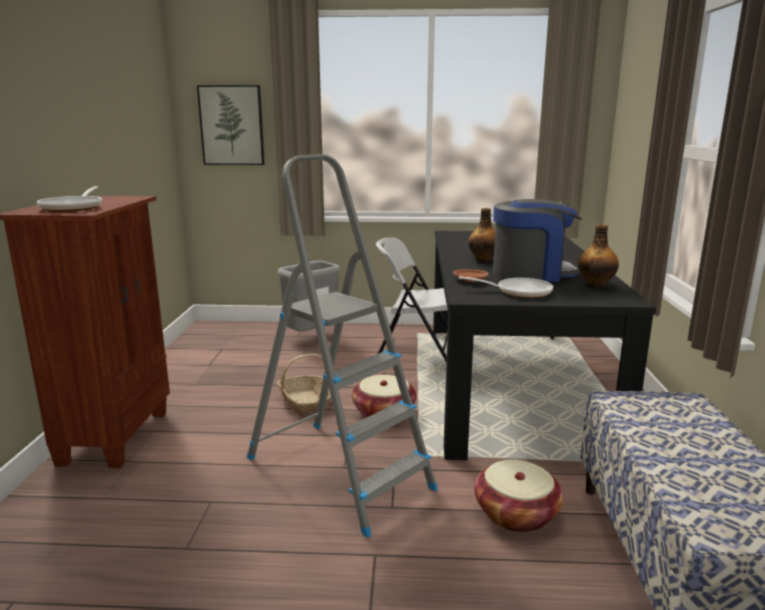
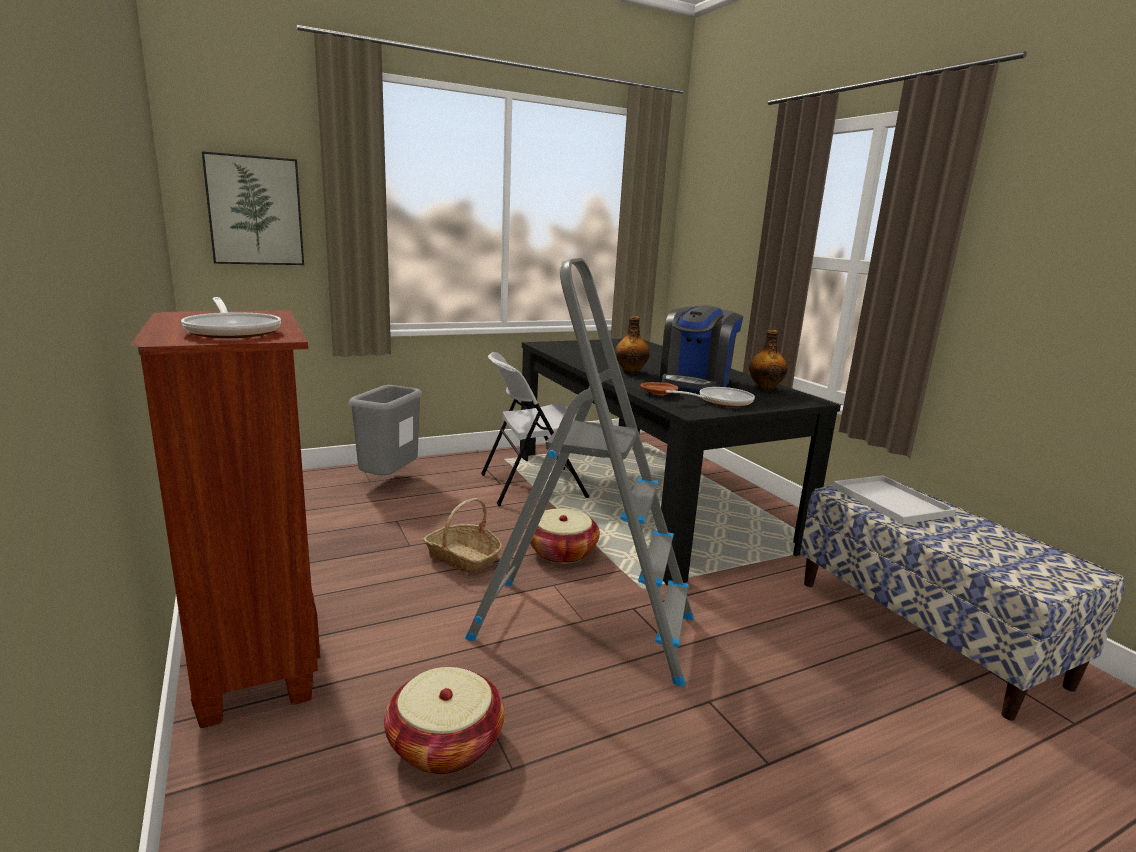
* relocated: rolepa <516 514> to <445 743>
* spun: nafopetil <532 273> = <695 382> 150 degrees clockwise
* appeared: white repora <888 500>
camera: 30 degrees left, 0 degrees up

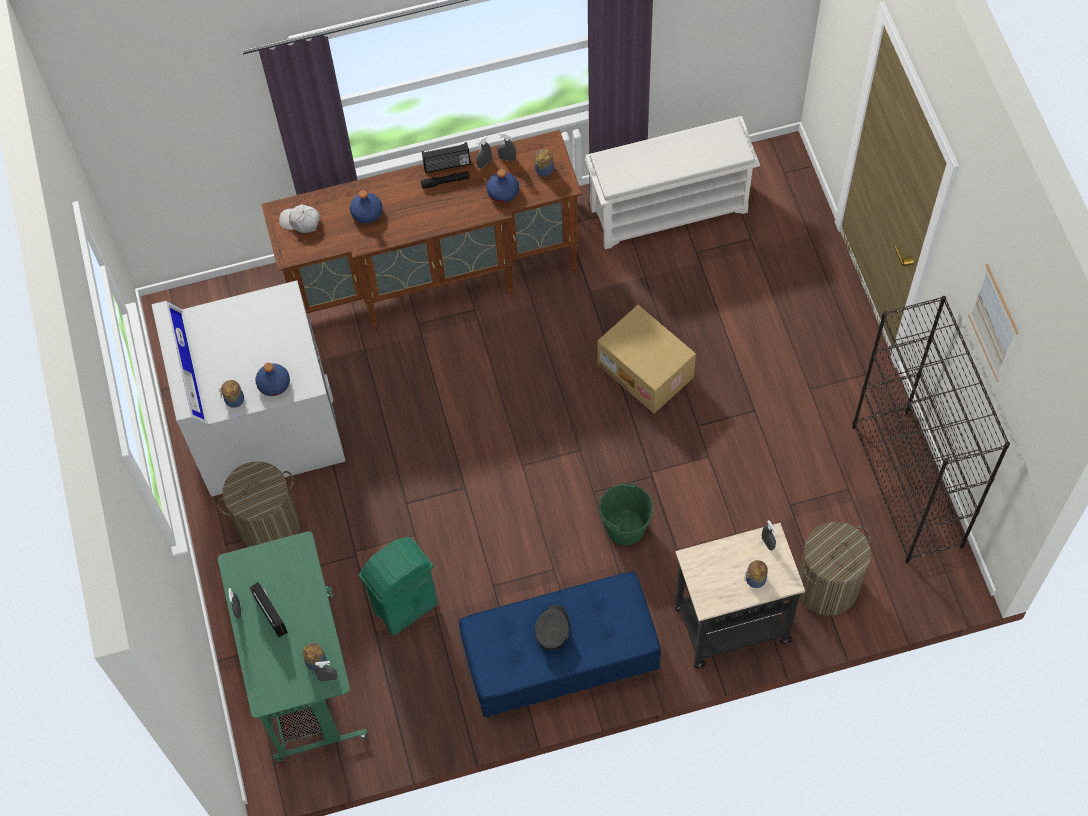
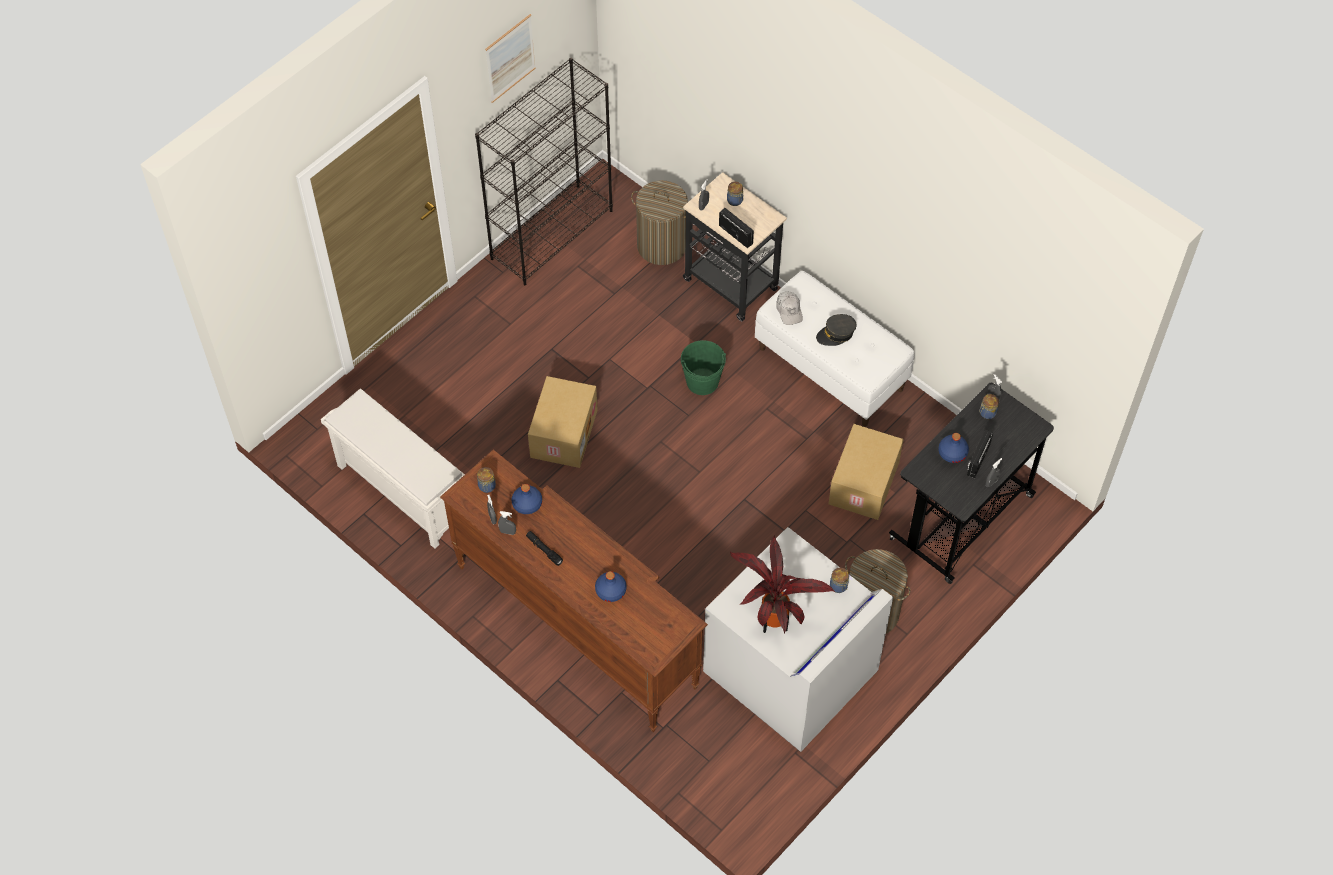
* relocated: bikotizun <447 165> to <736 234>
* appeared: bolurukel <775 618>
* colour: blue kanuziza <560 662> to white kanuziza <831 368>
* relocated: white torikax <301 221> to <789 310>
* exchanged: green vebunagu <405 608> to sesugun <865 484>
* colour: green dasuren <304 675> to black dasuren <961 518>
* relocated: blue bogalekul <274 383> to <952 452>
camera: 125 degrees left, 5 degrees down

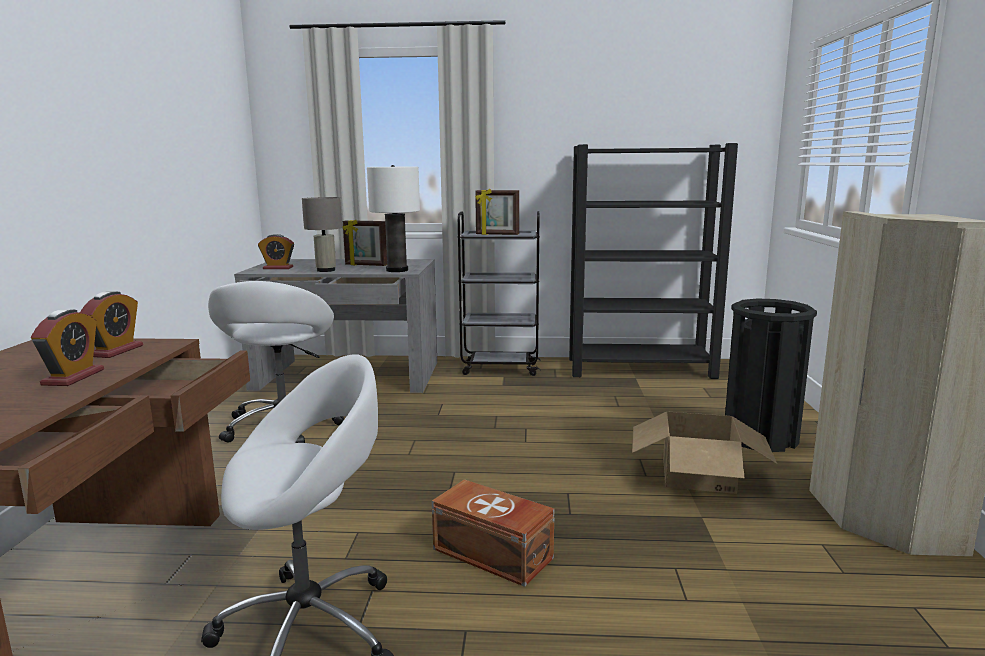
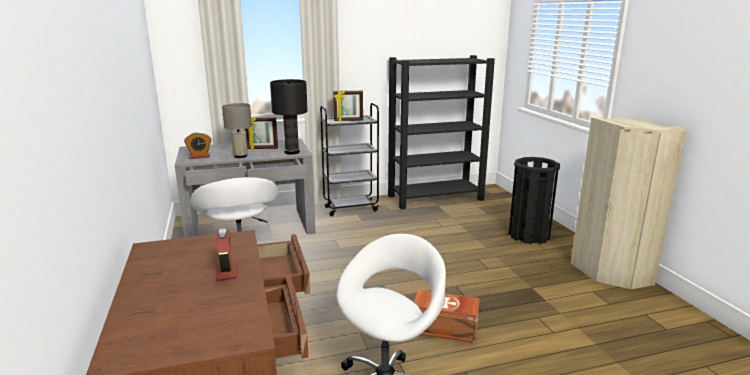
* colour: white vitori <397 270> to black vitori <292 152>
* missing: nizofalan <116 351>
* missing: sesugun <697 474>
camera: 20 degrees left, 5 degrees up

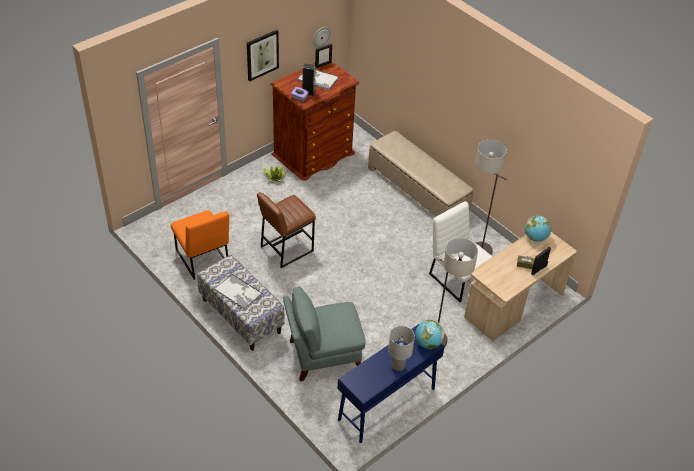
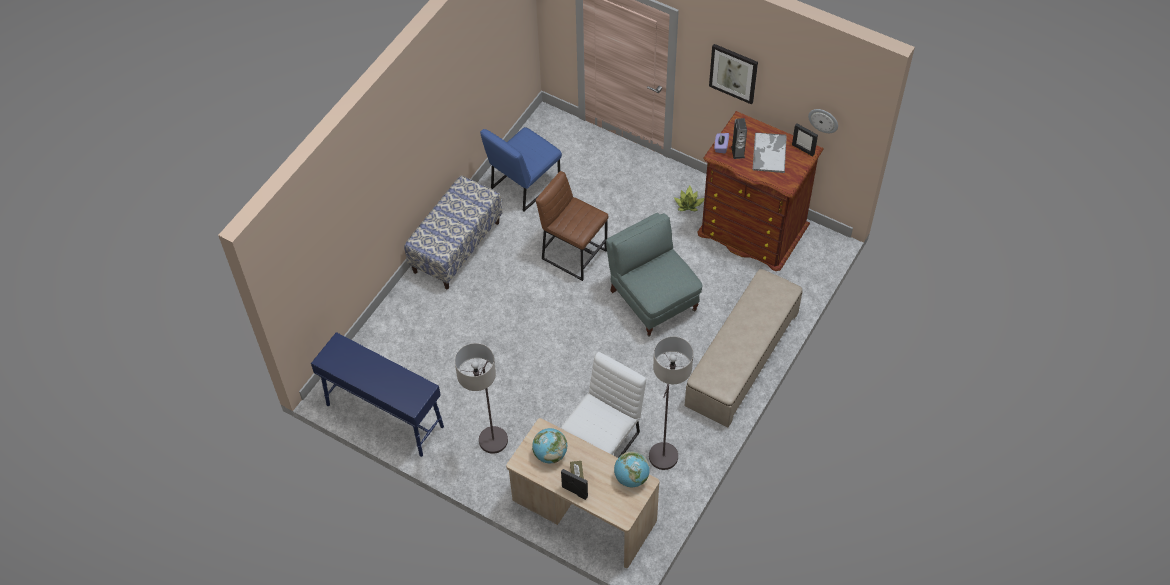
* colour: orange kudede <202 259> to blue kudede <524 184>
* relocated: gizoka <428 343> to <550 454>
* relocated: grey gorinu <323 355> to <653 300>
* missing: repora <238 292>
* missing: grey vitori <397 366>
camera: 75 degrees right, 10 degrees up

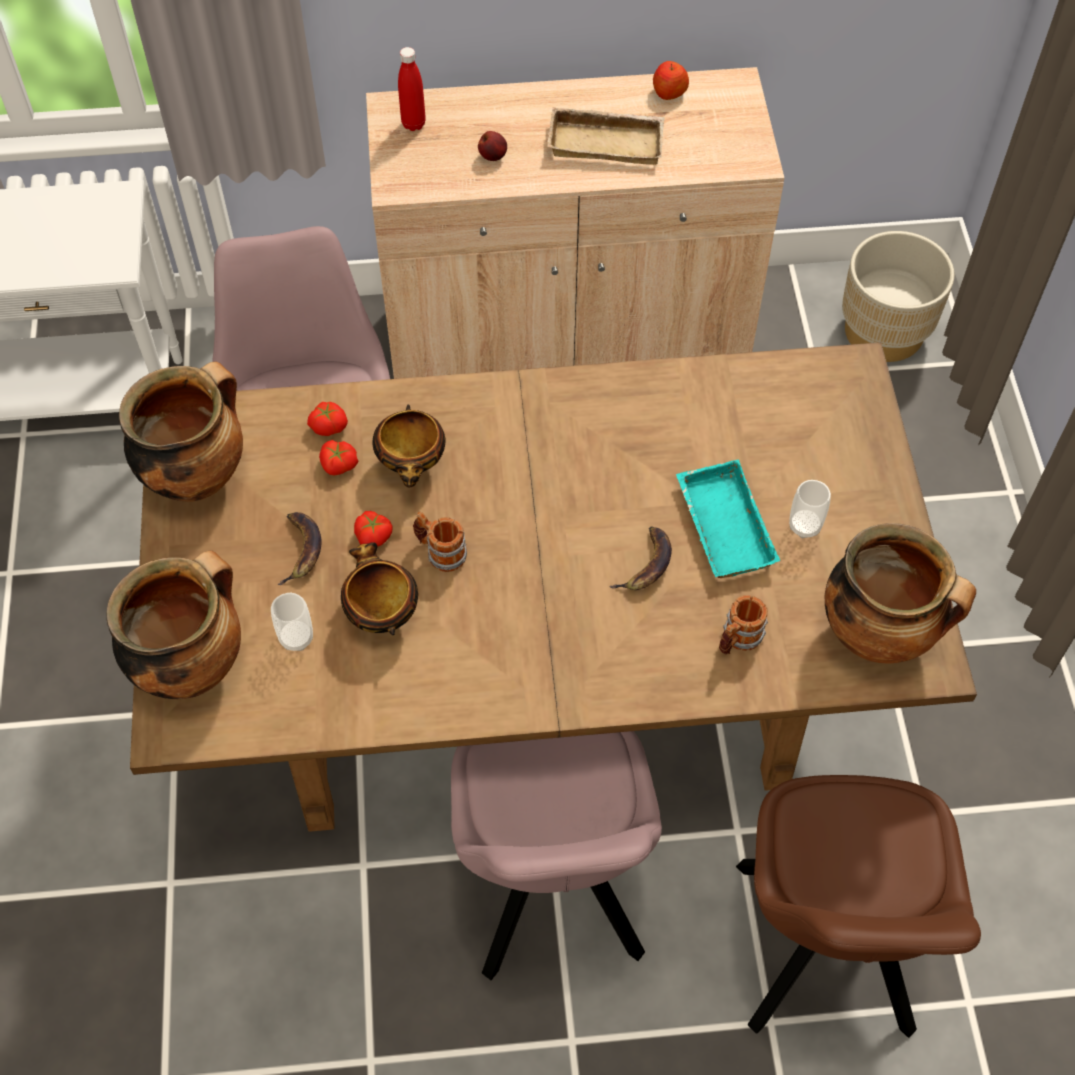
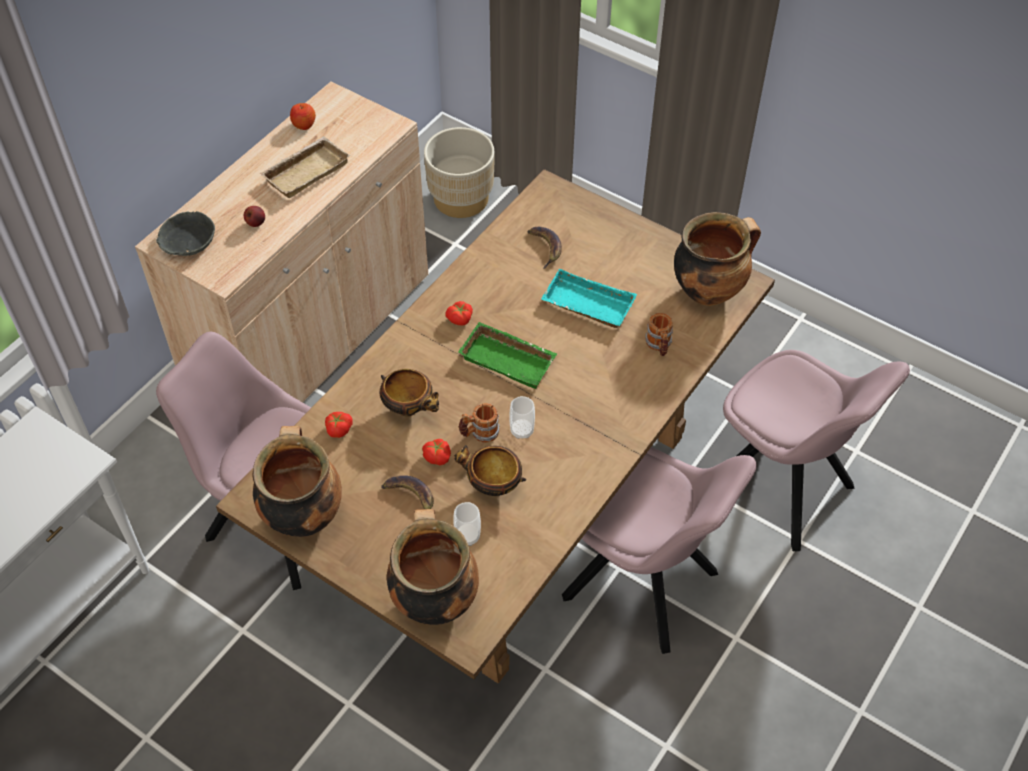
* exchanged: red bogalekul <413 124> to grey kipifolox <187 241>
* relocated: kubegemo <338 465> to <460 319>
* appeared: green repora <509 359>
* relocated: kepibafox <804 526> to <522 430>
* relocated: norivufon <646 565> to <546 247>
* colour: brown kudede <825 948> to pink kudede <780 488>
camera: 50 degrees left, 5 degrees down

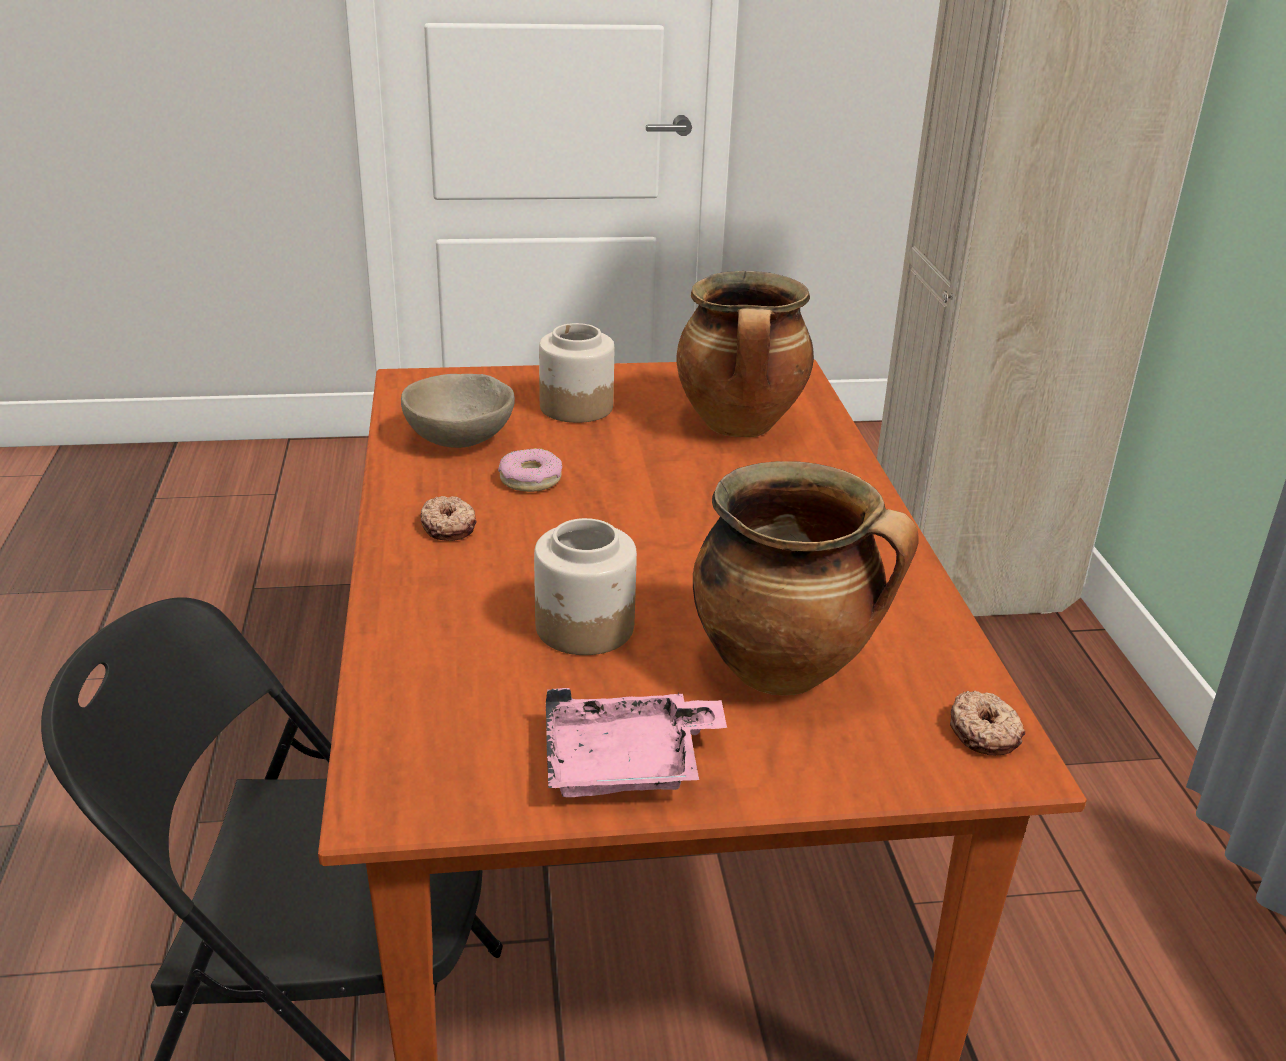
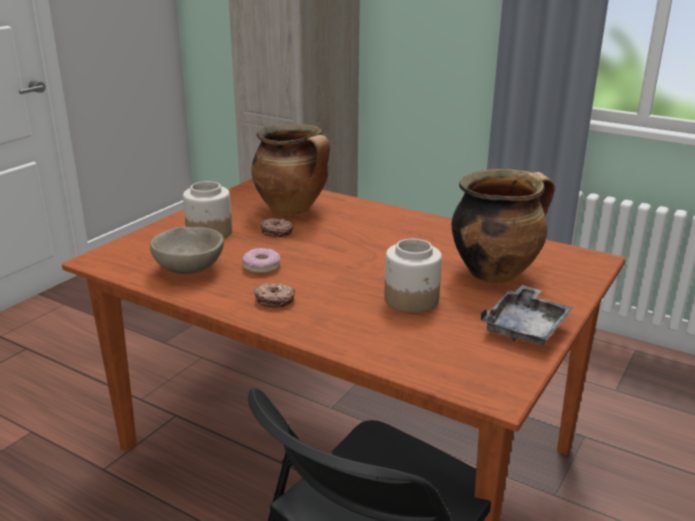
* relocated: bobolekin <984 732> to <276 232>
* colour: pink repora <627 764> to grey repora <526 327>
camera: 50 degrees left, 5 degrees down

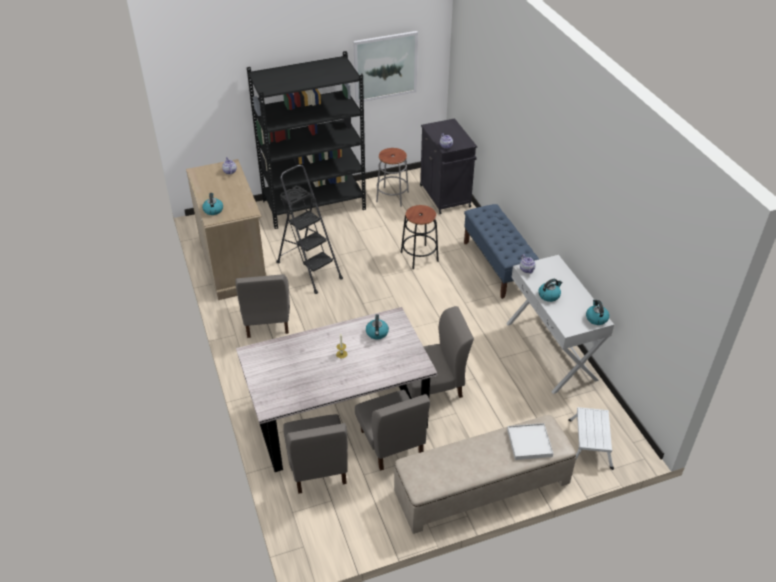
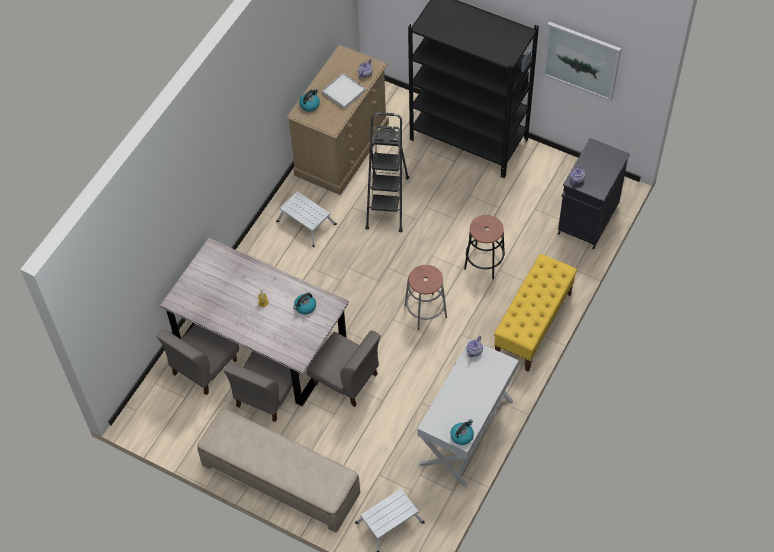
* exchanged: grey kudede <267 320> to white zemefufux <306 222>
* relocated: white repora <529 443> to <344 92>
* relocated: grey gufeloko <392 197> to <425 311>
* colour: blue kanuziza <497 266> to yellow kanuziza <533 325>
* missing: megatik <549 295>
camera: 50 degrees right, 15 degrees up

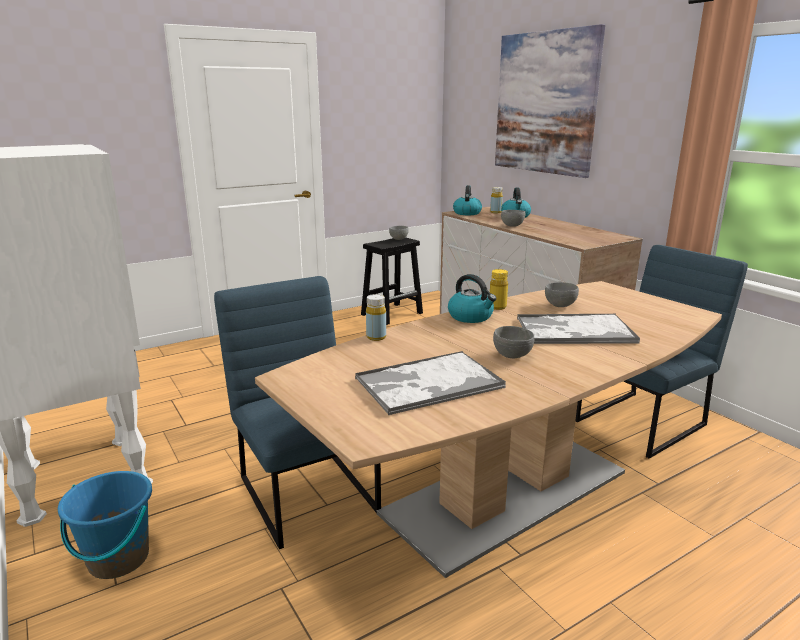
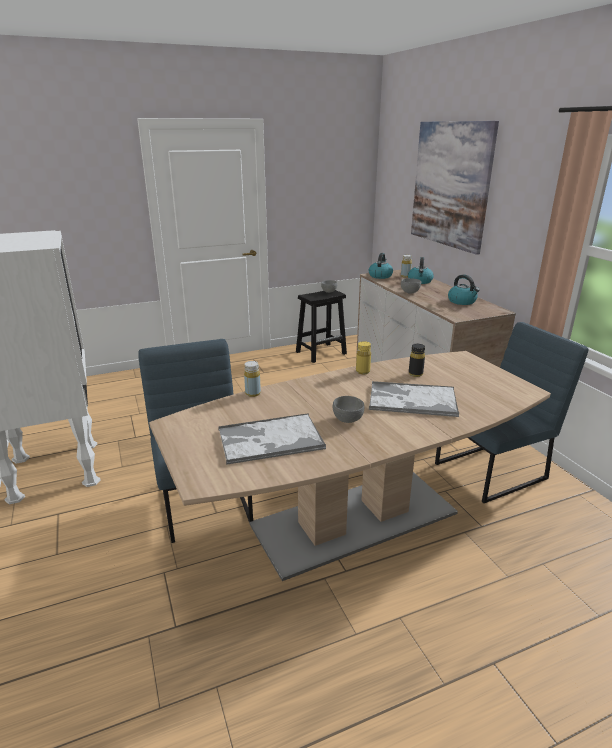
* exchanged: grey kipifolox <560 305> to black bogalekul <415 374>
* relocated: megatik <471 317> to <462 301>
* missing: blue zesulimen <118 559>
camera: 10 degrees right, 5 degrees up

